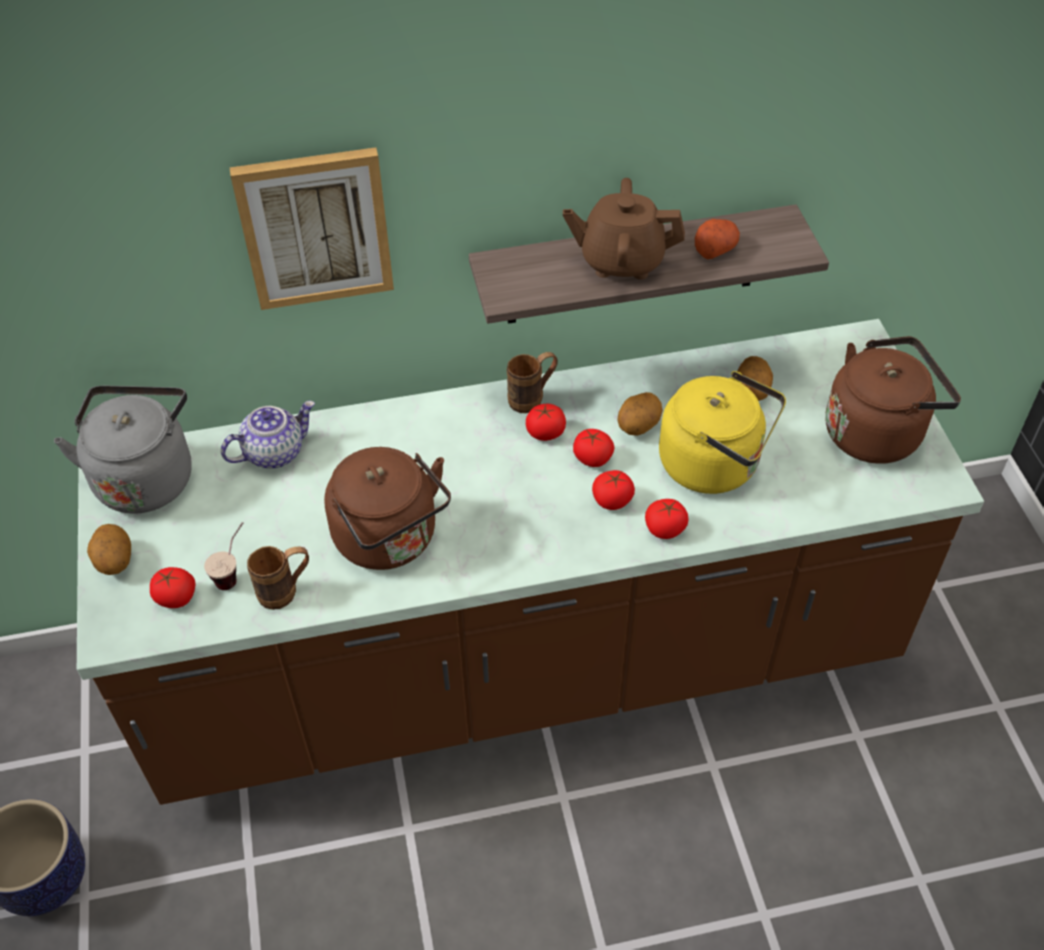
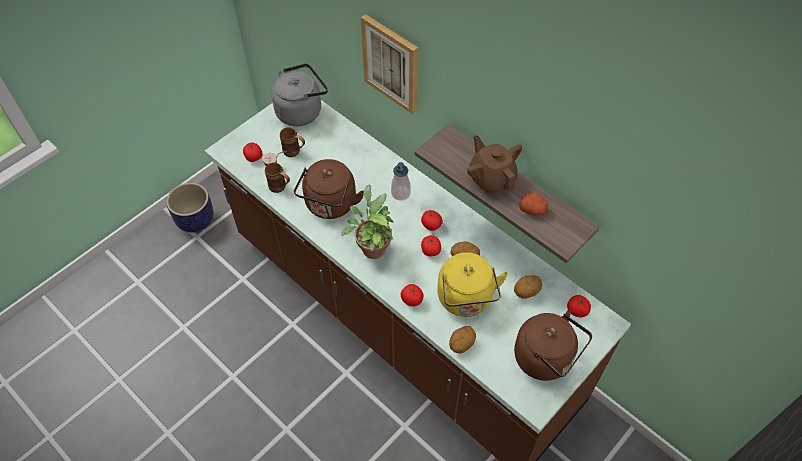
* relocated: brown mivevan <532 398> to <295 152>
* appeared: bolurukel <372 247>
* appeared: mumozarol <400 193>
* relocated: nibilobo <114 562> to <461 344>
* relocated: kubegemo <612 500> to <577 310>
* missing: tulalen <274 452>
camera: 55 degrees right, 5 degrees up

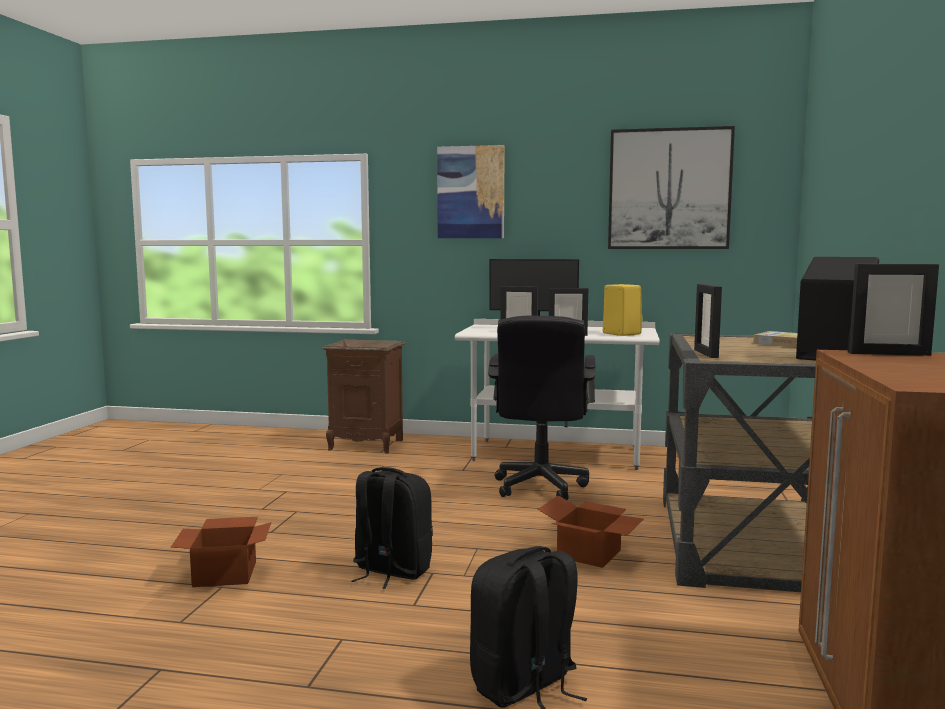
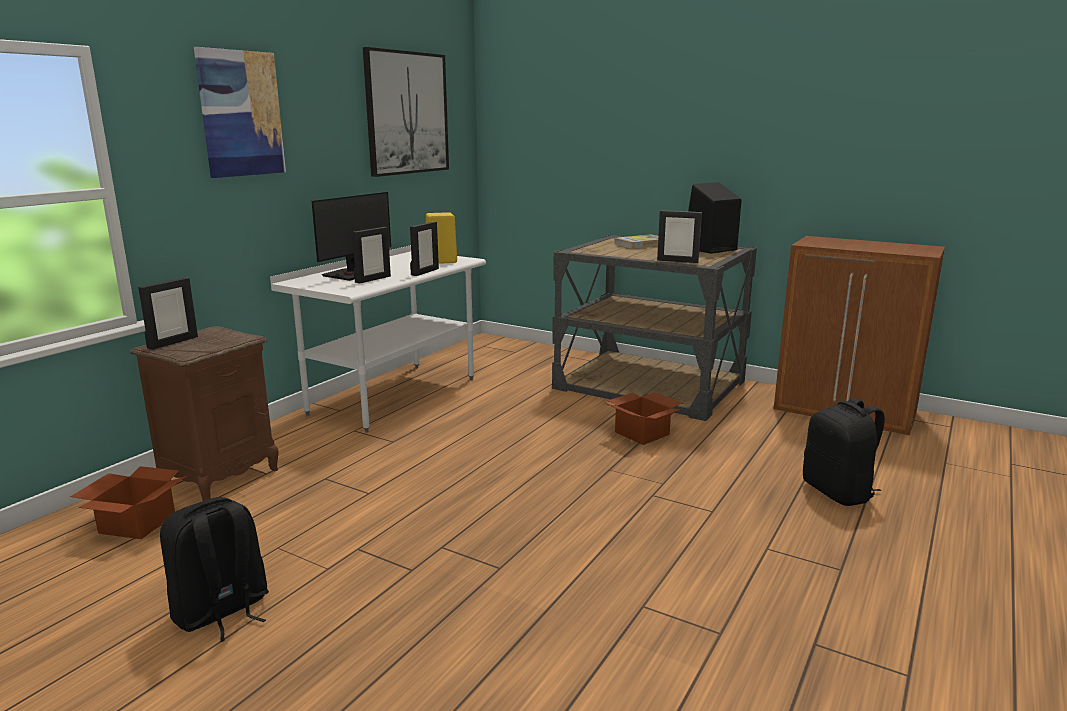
* relocated: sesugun <226 573> to <136 522>
* relocated: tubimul <888 353> to <173 342>
* relocated: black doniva <391 571> to <221 611>
* missing: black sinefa <540 489>
camera: 70 degrees left, 10 degrees up

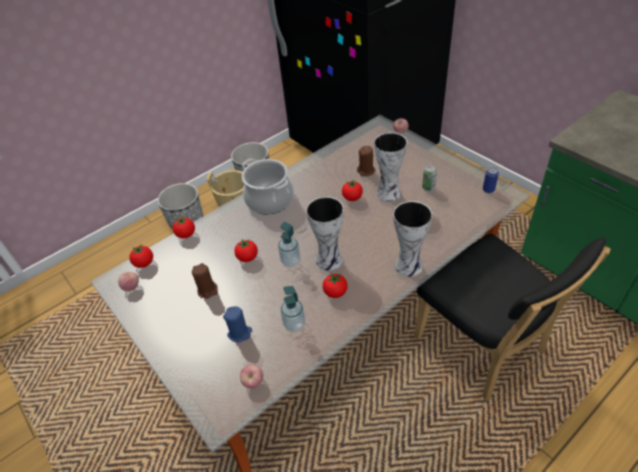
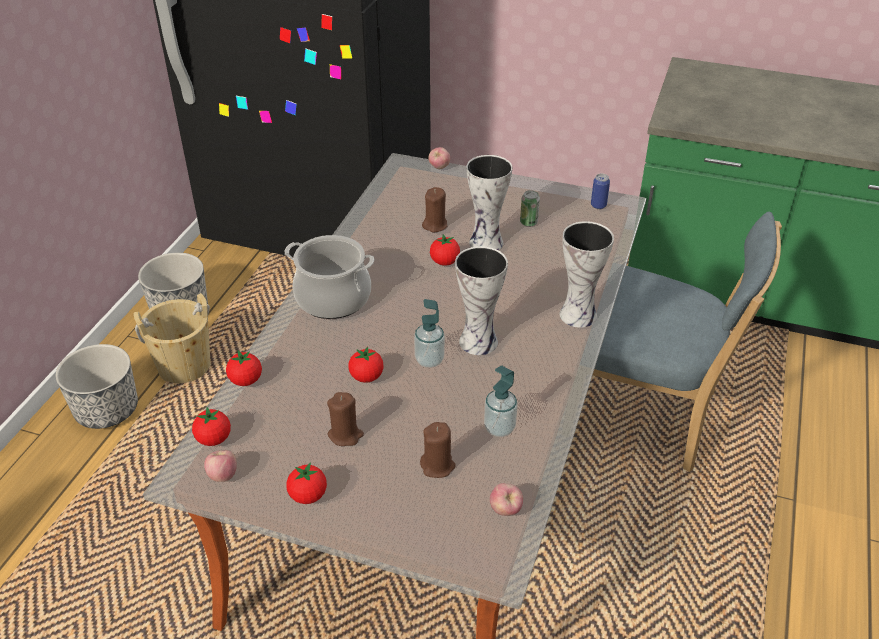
* relocated: kubegemo <335 292> to <308 495>
* colour: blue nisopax <240 333> to brown nisopax <438 466>
* colour: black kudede <483 348> to blue kudede <648 416>
camera: 35 degrees left, 5 degrees down

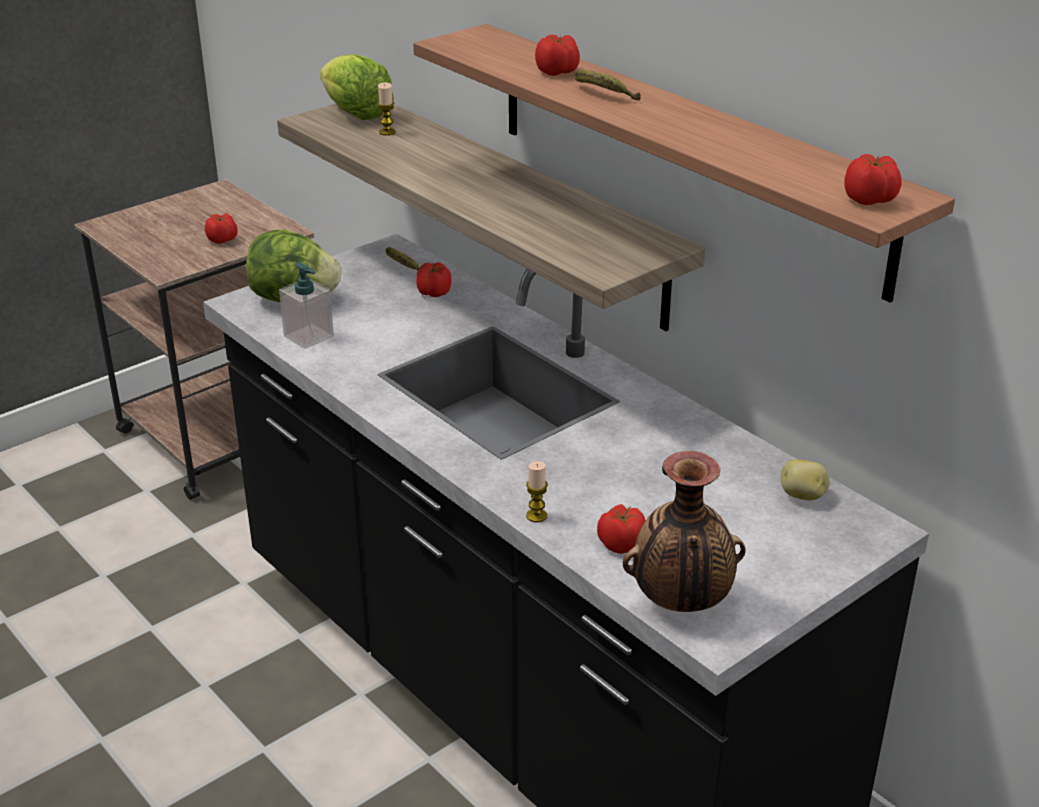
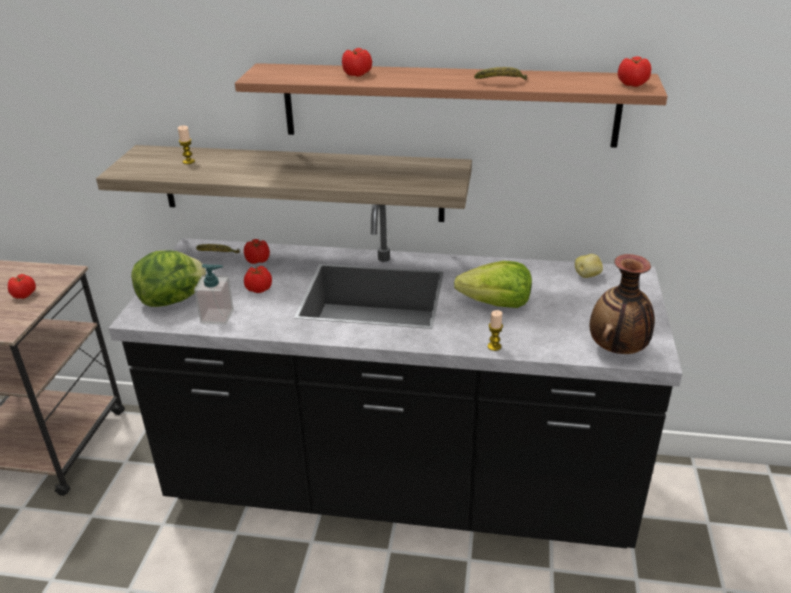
* relocated: kubegemo <620 544> to <258 289>
* relocated: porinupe <355 113> to <496 304>
* relocated: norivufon <602 94> to <501 82>
camera: 40 degrees left, 0 degrees up

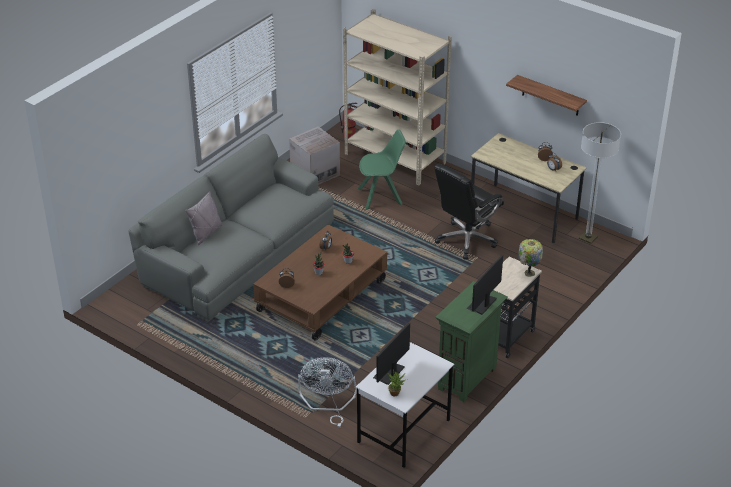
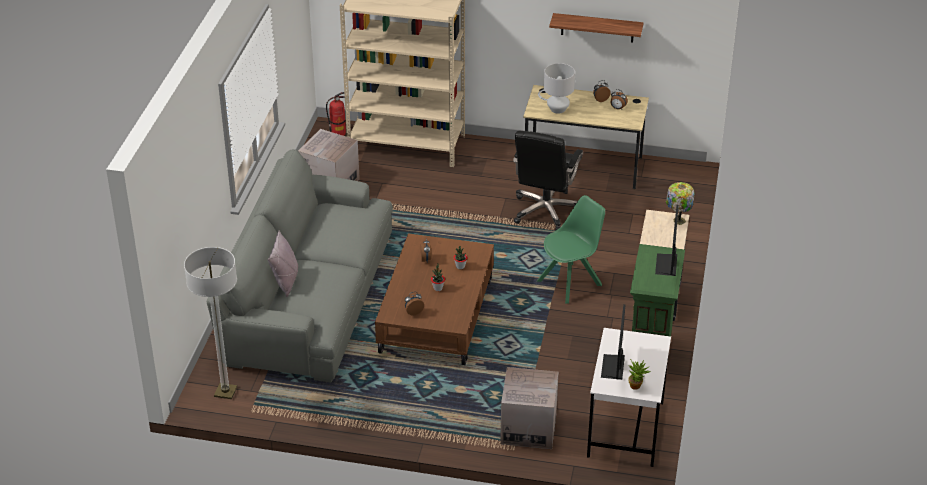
* relocated: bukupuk <588 238> to <225 392>
* exchanged: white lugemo <328 405> to sesugun <528 428>
* relocated: green kudede <381 196> to <571 282>
* appeared: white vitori <554 103>
camera: 25 degrees left, 0 degrees up

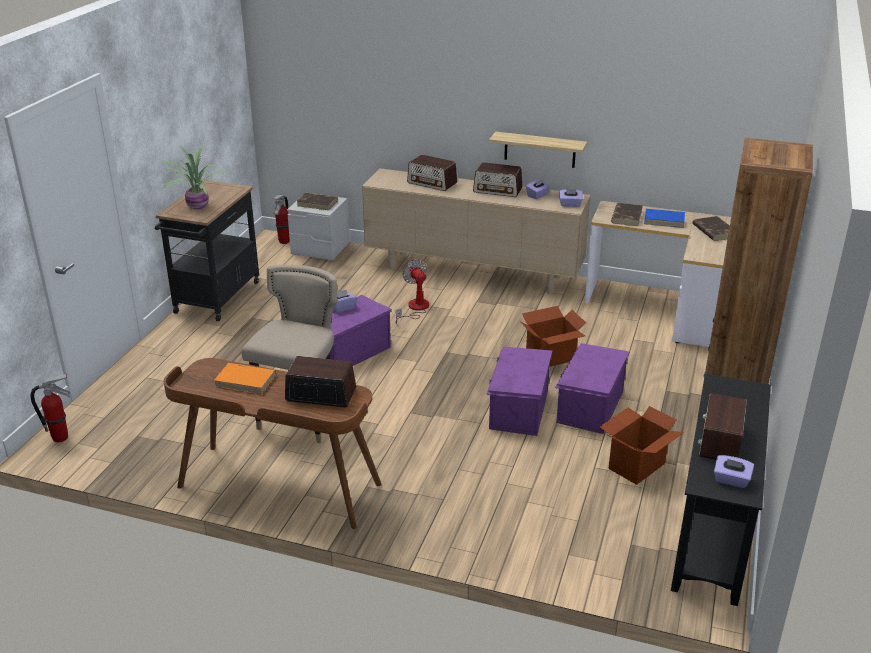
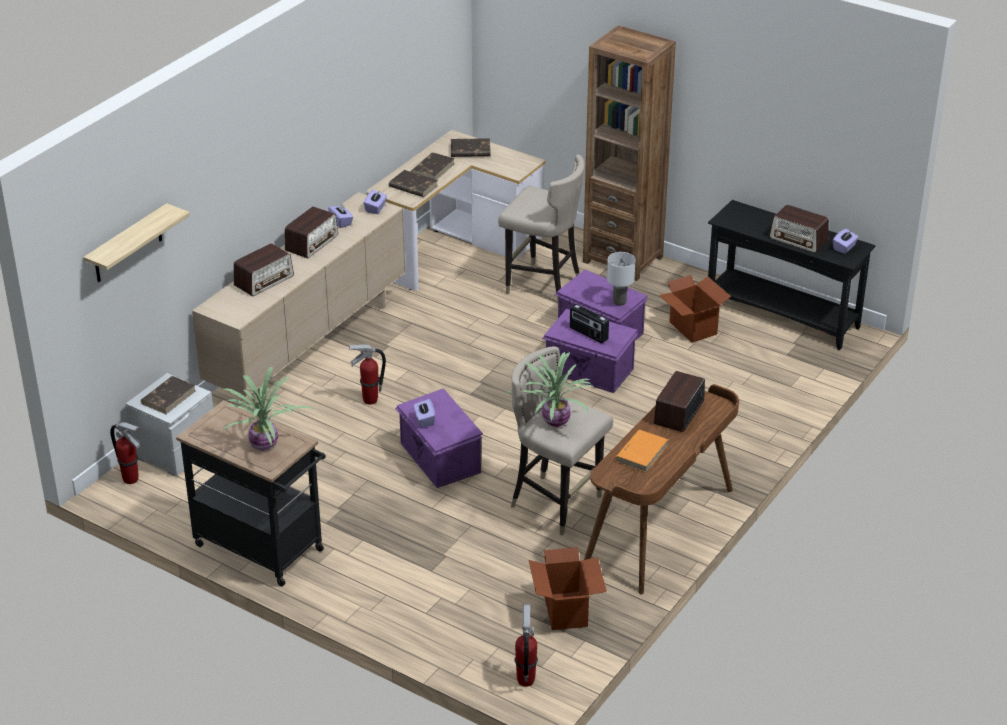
* relocated: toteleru <540 149> to <127 245>
* exchanged: lugemo <415 309> to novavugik <369 400>
* colour: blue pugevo <664 220> to brown pugevo <433 169>
* appeared: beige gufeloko <542 285>
* appeared: bolurukel <554 421>
* relocated: sesugun <551 357> to <566 611>
* appeared: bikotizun <588 334>
* appeared: white vitori <619 303>
camera: 75 degrees left, 5 degrees up

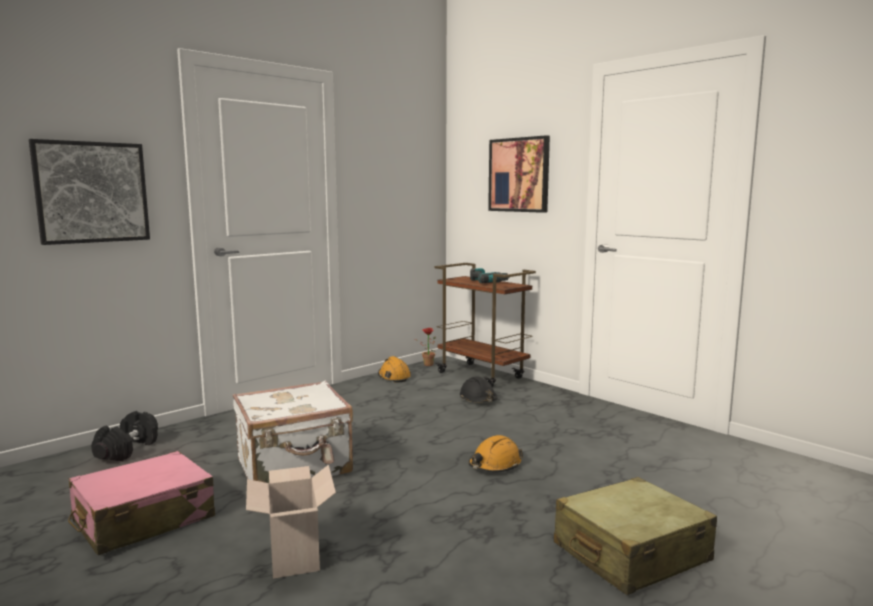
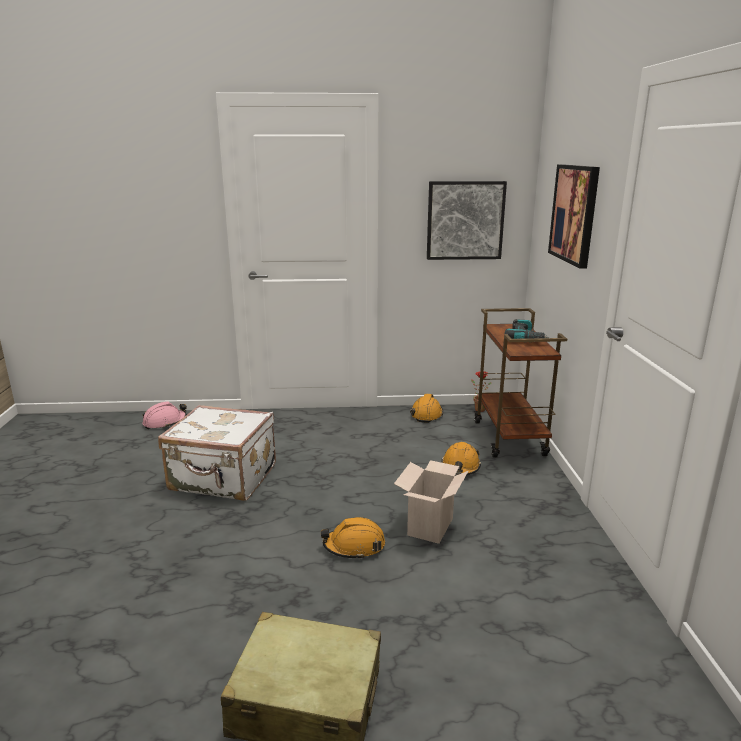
* exchanged: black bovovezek <127 449> to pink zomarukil <165 422>
* relocated: sesugun <292 555> to <429 525>
* relocated: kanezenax <92 192> to <465 220>
* colour: black zomarukil <478 399> to orange zomarukil <460 467>
* missing: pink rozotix <143 519>
camera: 40 degrees right, 10 degrees up

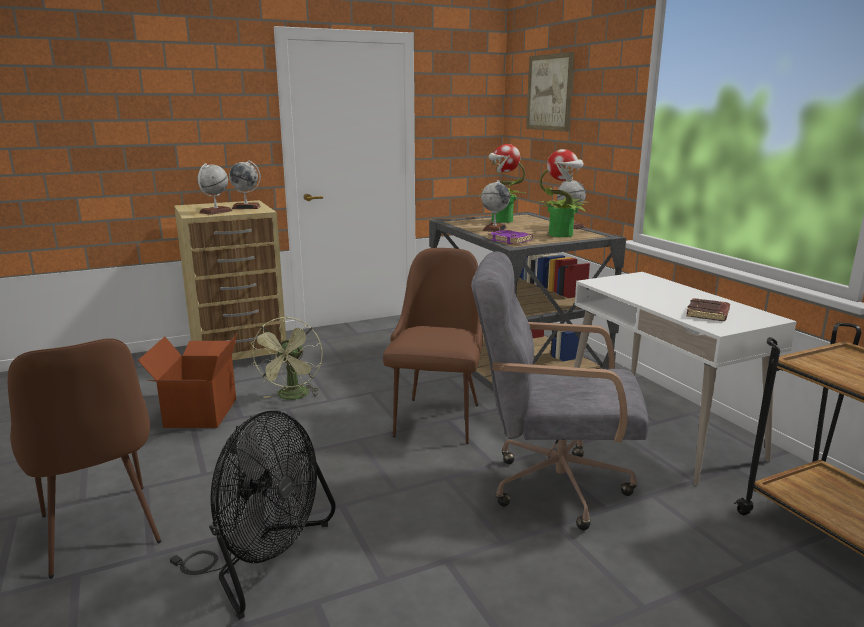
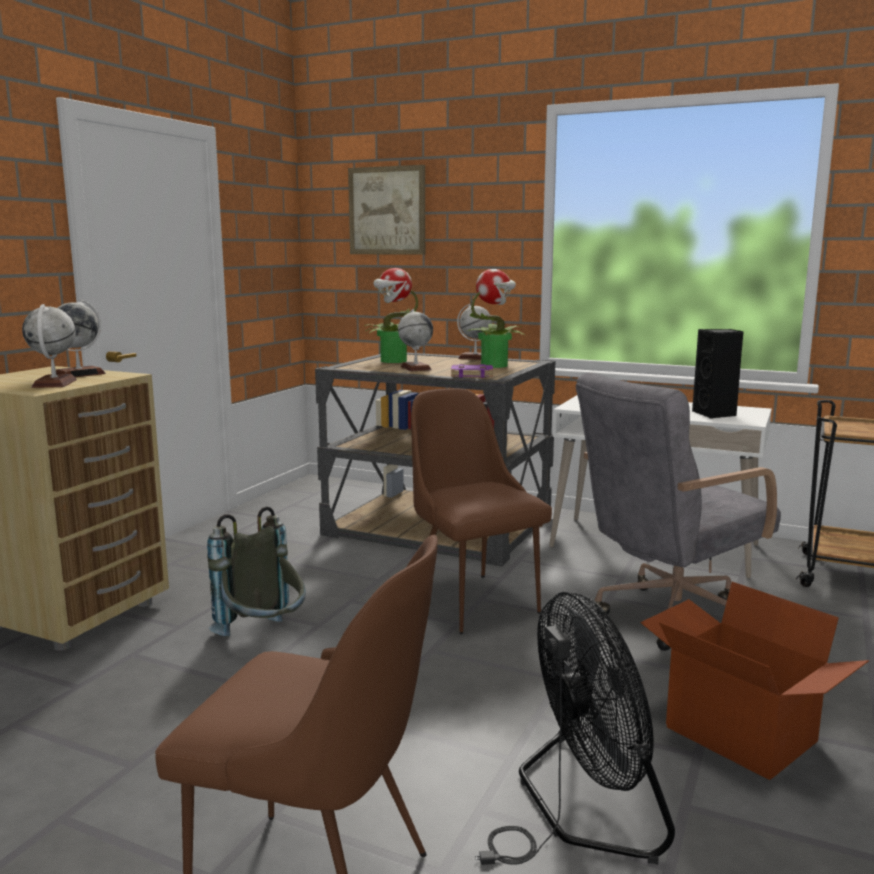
* exchanged: green lugemo <292 397> to grey doniva <264 638>
* relocated: sesugun <199 412> to <738 735>
* exchanged: brown pugevo <708 314> to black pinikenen <715 414>
camera: 40 degrees left, 5 degrees down

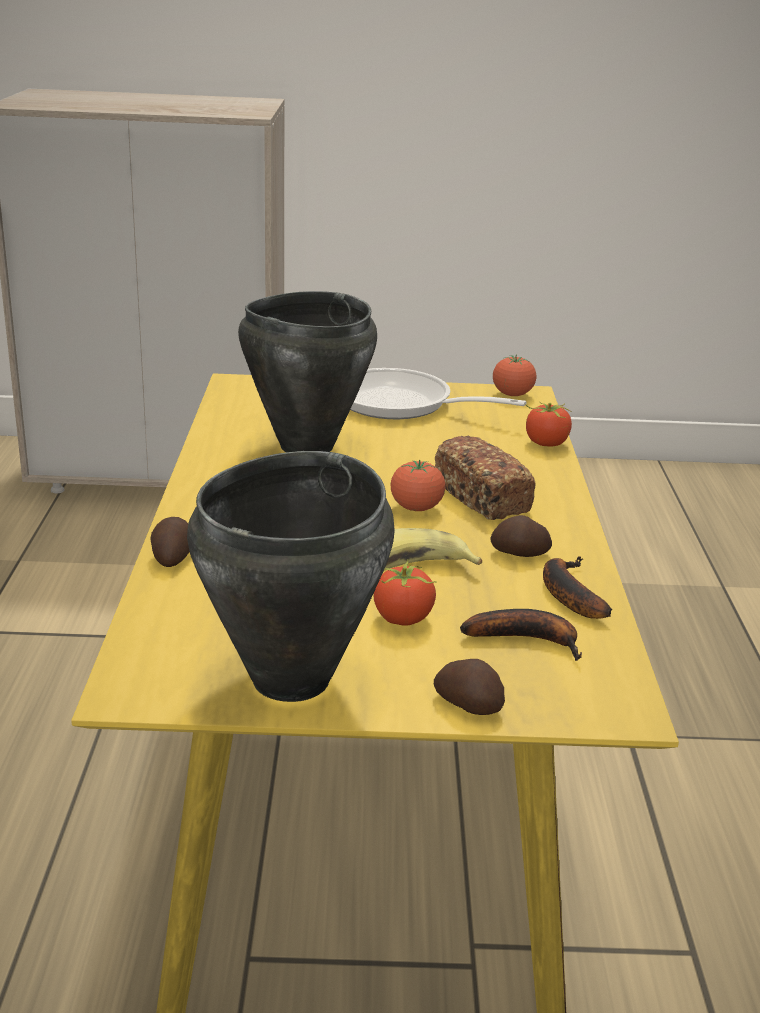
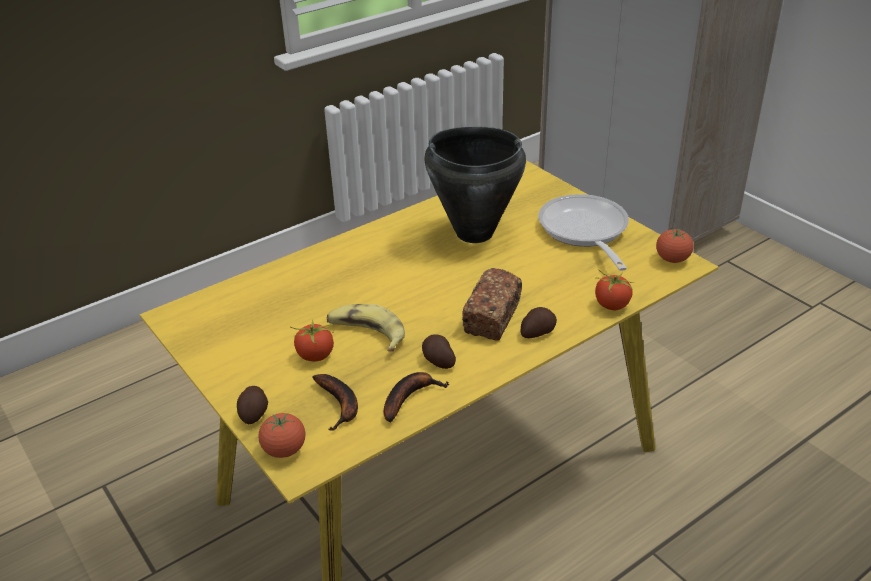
* relocated: kubegemo <416 508> to <284 450>
* relocated: nibilobo <172 557> to <537 332>
* missing: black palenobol <293 679>
camera: 55 degrees right, 10 degrees up

